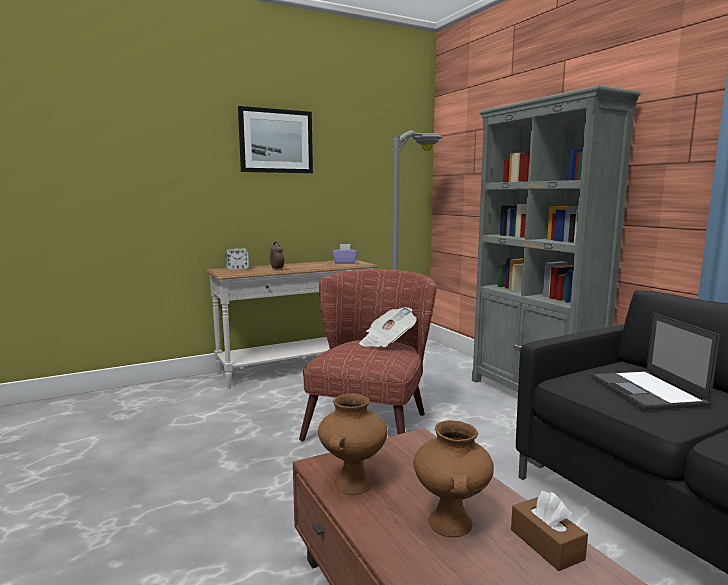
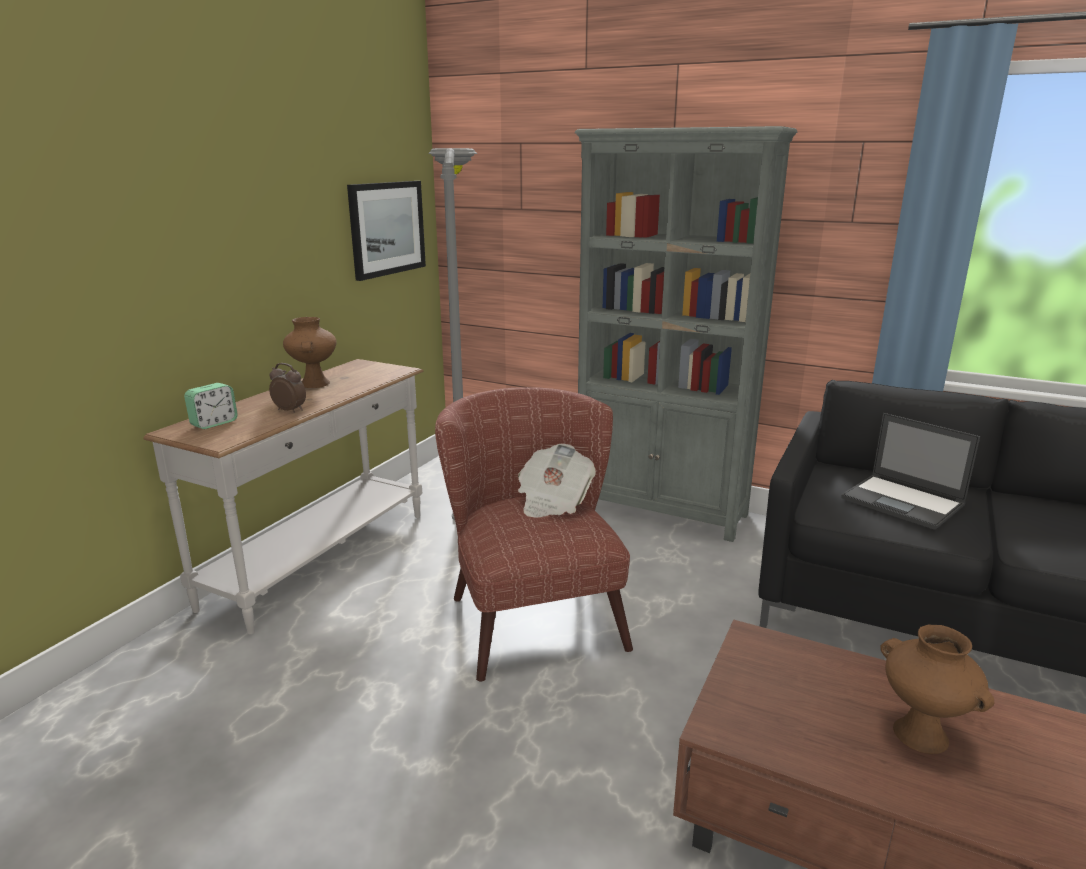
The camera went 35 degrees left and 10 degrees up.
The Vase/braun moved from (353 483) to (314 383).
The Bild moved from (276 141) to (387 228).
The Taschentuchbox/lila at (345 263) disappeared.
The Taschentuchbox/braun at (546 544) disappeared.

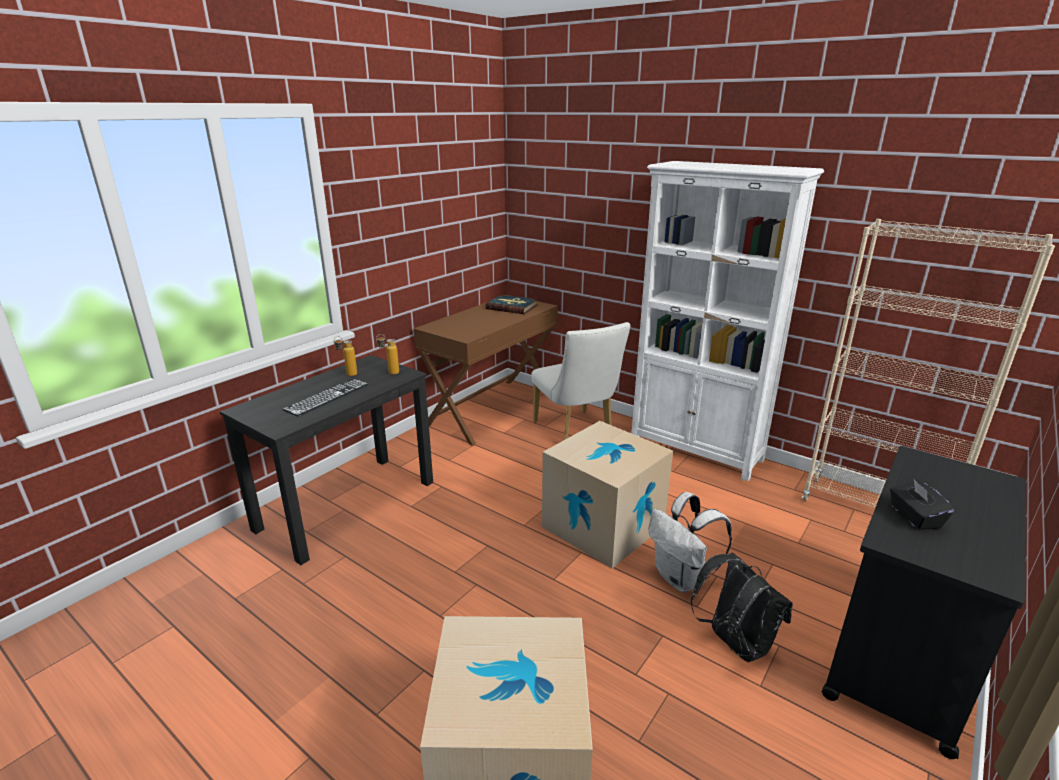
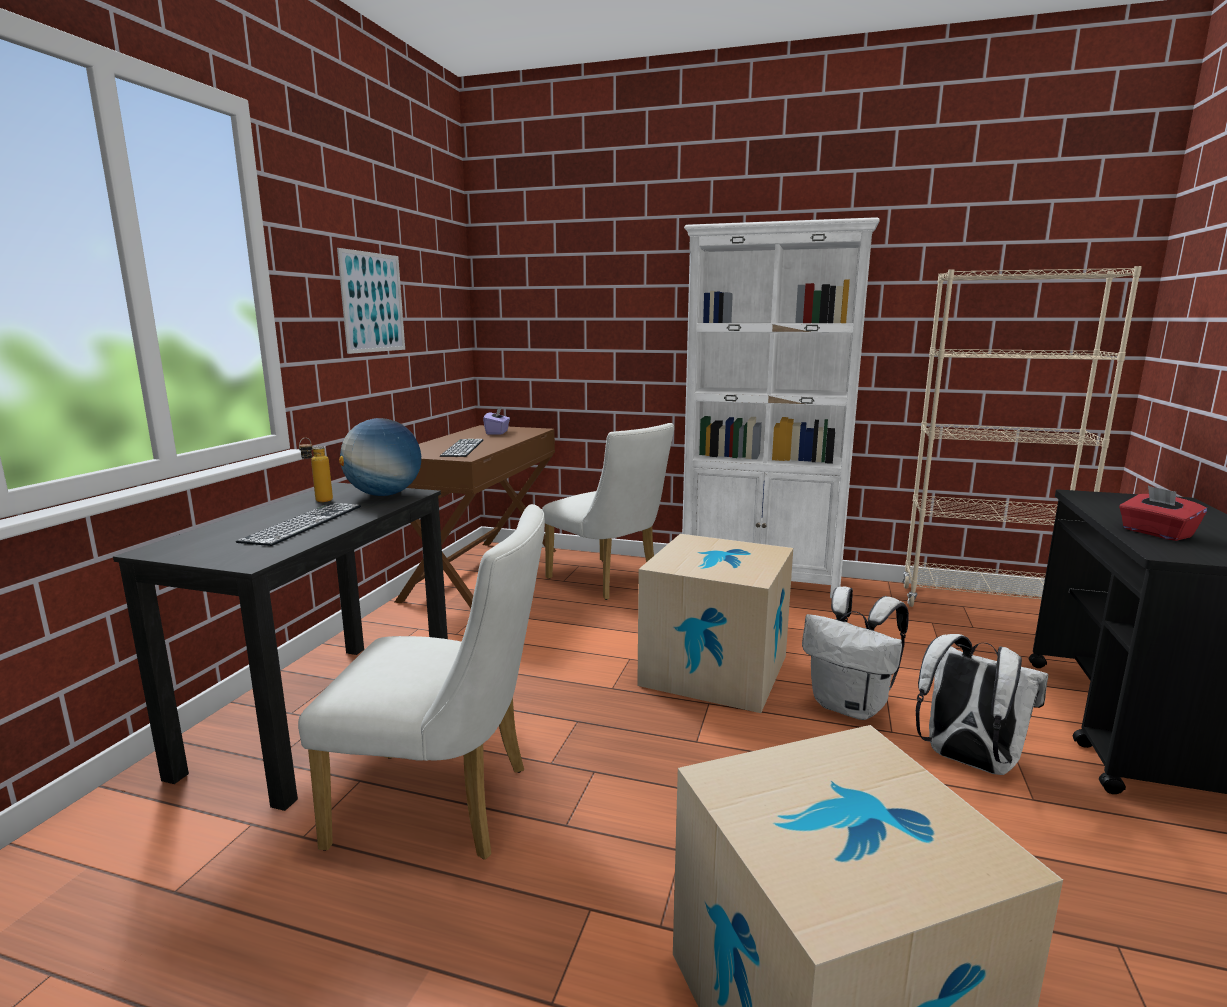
The camera went 20 degrees left and 10 degrees down.
The Stuhl/weiß at (446 806) appeared.
The Bild at (373 302) appeared.
The Flasche at (389 373) was replaced by the Globus at (384 494).
The Tastatur at (463 448) appeared.
The Buch at (512 307) was replaced by the Taschentuchbox/lila at (497 432).
The Rucksack/schwarz at (734 643) became the Rucksack/weiß at (966 761).
The Taschentuchbox/schwarz at (914 517) became the Taschentuchbox/rot at (1156 533).

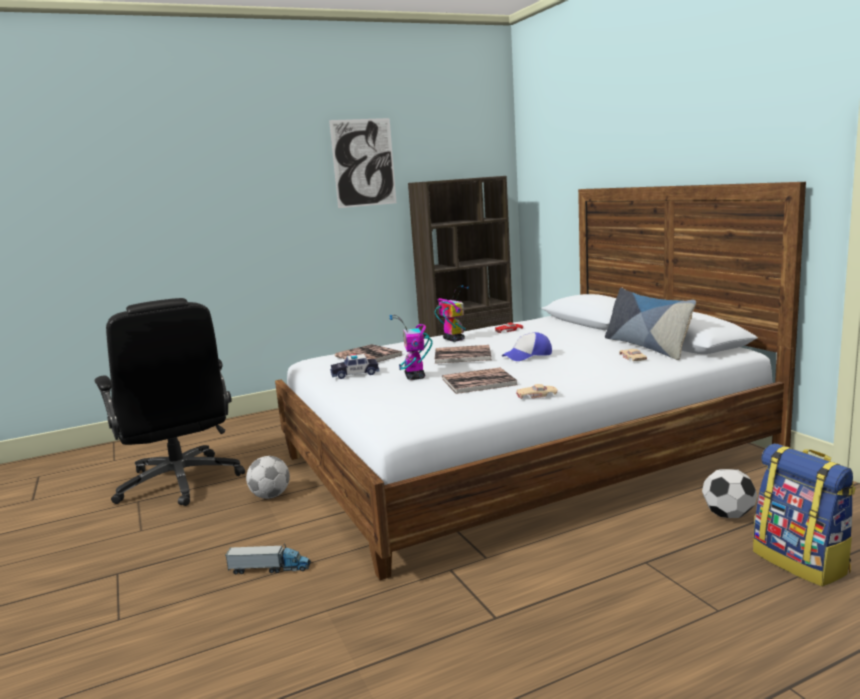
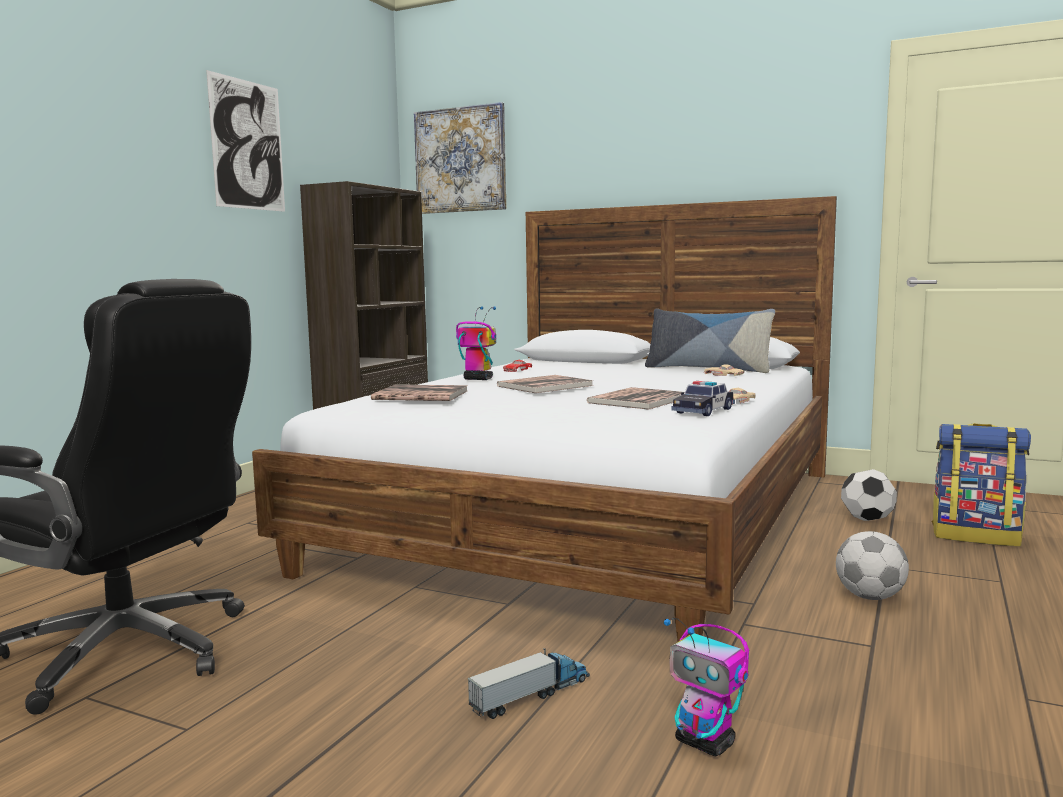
The camera went 40 degrees left and 5 degrees down.
The Bild at (460 160) appeared.
The Spielzeugroboter moved from (415 377) to (706 743).
The Spielzeugauto moved from (355 374) to (703 411).
The Fußball moved from (271 496) to (869 597).
The Kappe at (528 355) disappeared.

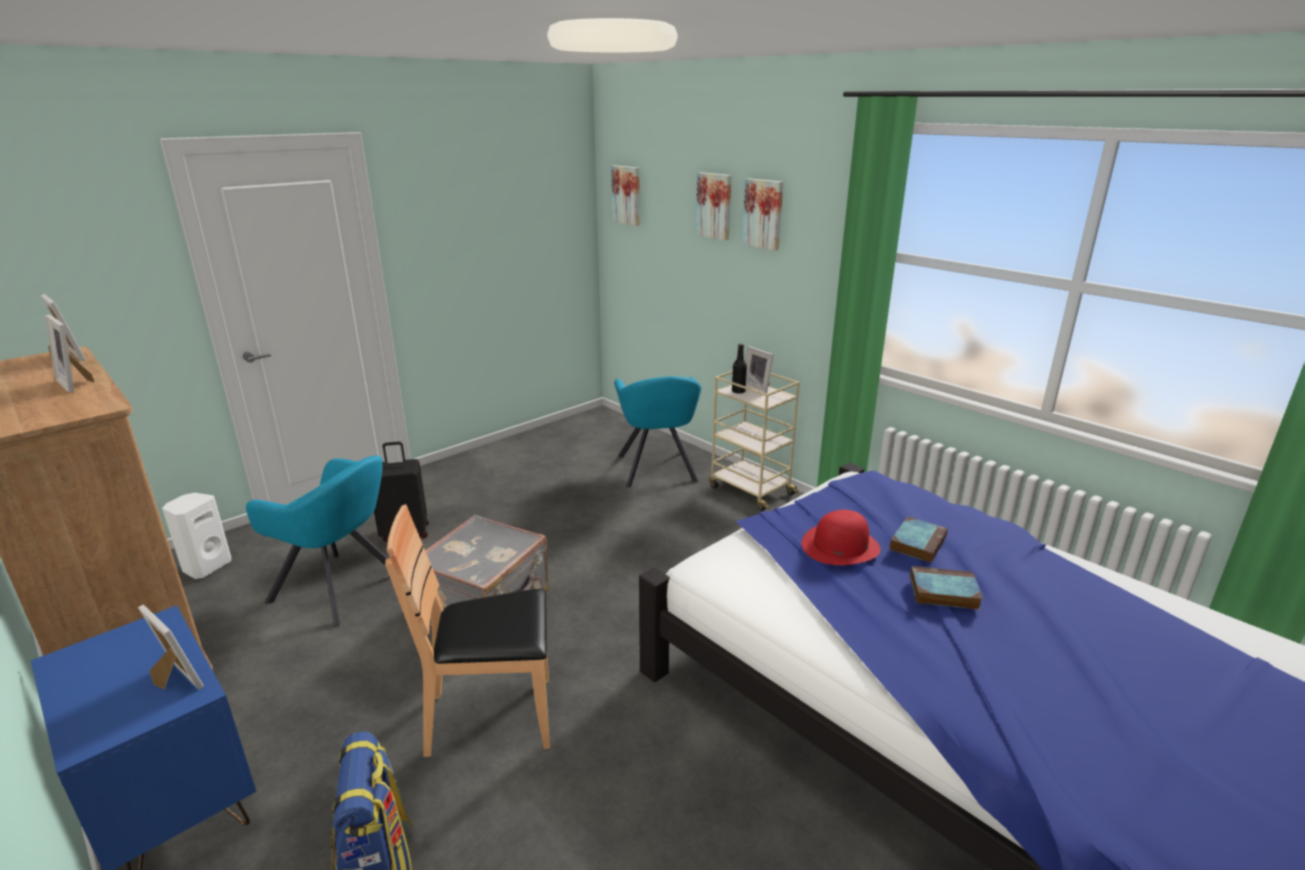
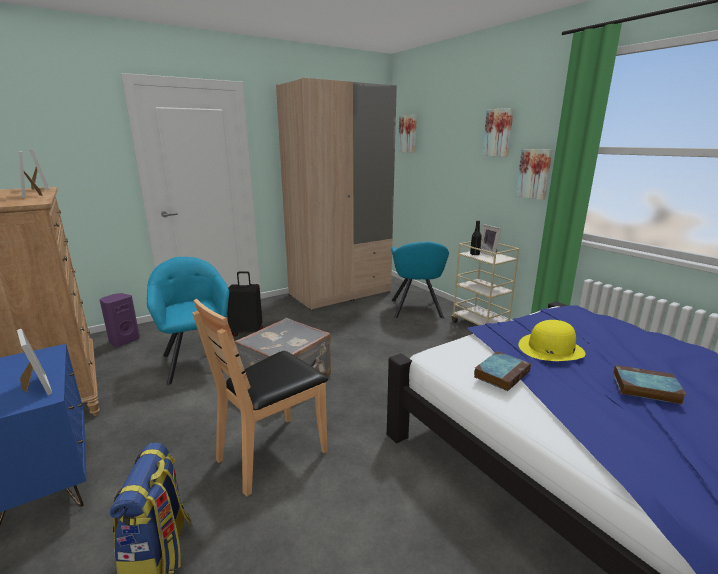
The camera went 10 degrees right and 5 degrees down.
The Lautsprecher/weiß at (206 566) became the Lautsprecher/lila at (124 341).
The Sessel/türkis at (341 588) turned 150 degrees counterclockwise.
The Stuhl/braun at (492 718) turned 45 degrees counterclockwise.
The Kleiderschrank/beige at (340 293) appeared.
The Buch moved from (917 543) to (501 373).
The Bild moved from (715 205) to (534 173).
The Hut/rot at (840 546) became the Hut/gelb at (550 348).

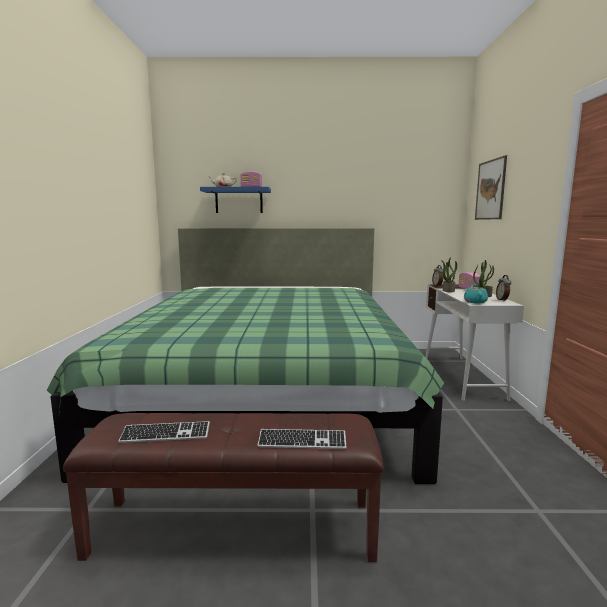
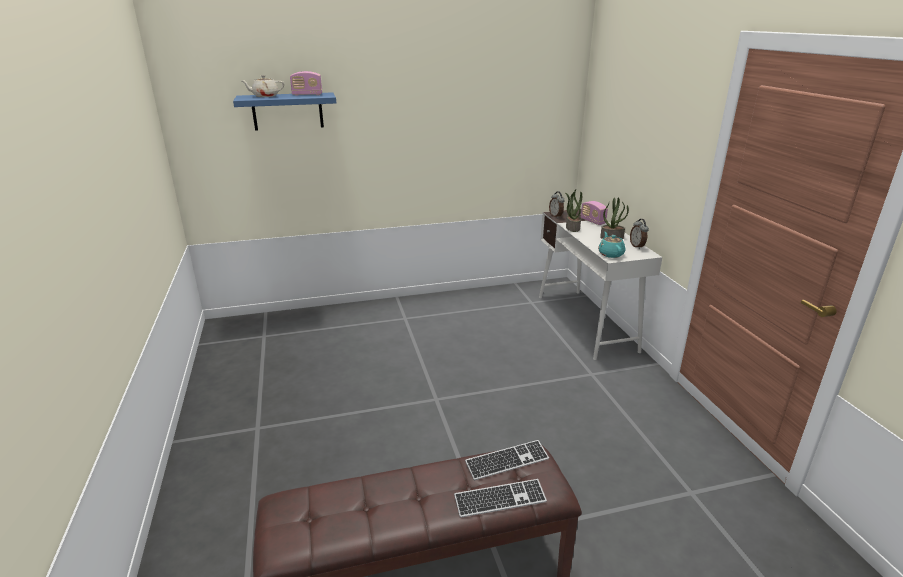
The camera went 15 degrees left and 15 degrees up.
The Tastatur moved from (165 434) to (507 461).
The Bett/grün at (266 394) disappeared.
The Bild at (490 190) disappeared.

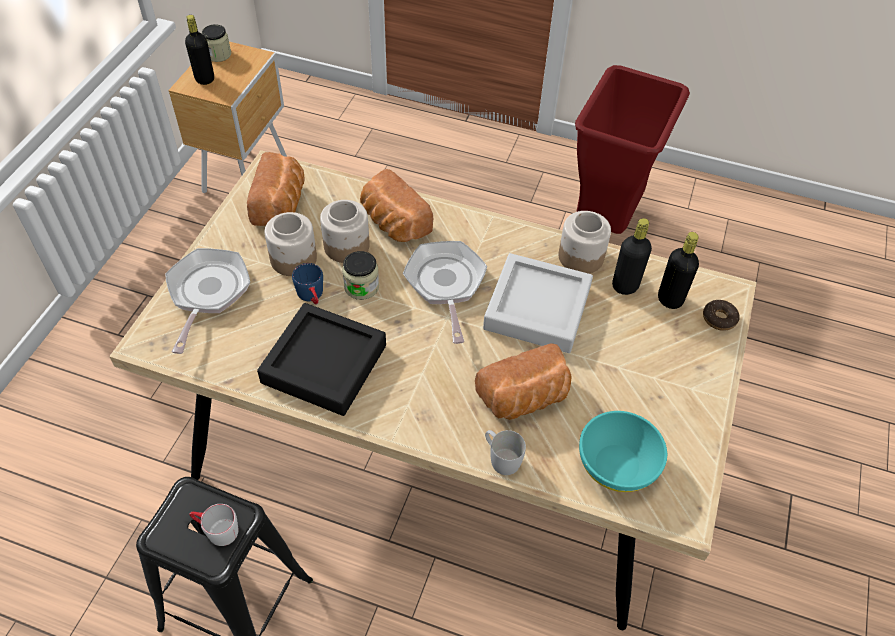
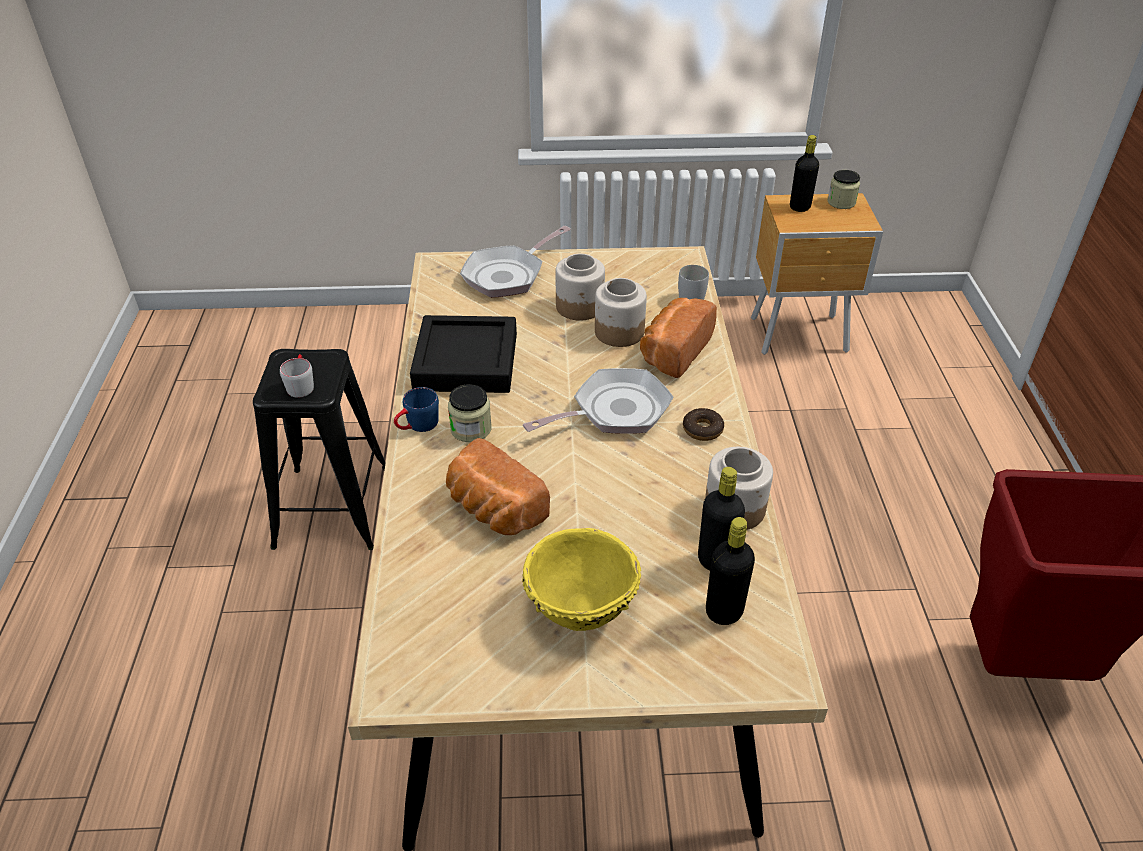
The camera went 70 degrees right and 10 degrees down.
The Henkelbecher/blau moved from (312 296) to (417 426).
The Vorratsglas moved from (361 287) to (471 429).
The Pfanne at (207 293) turned 150 degrees clockwise.
The Schüssel/gelb at (580 609) appeared.
The Henkelbecher/weiß moved from (501 458) to (693 296).
The Donut moved from (719 318) to (702 429).
The Brot at (281 204) disappeared.
The Tablett/grau at (537 308) disappeared.
The Schüssel/türkis at (617 465) disappeared.

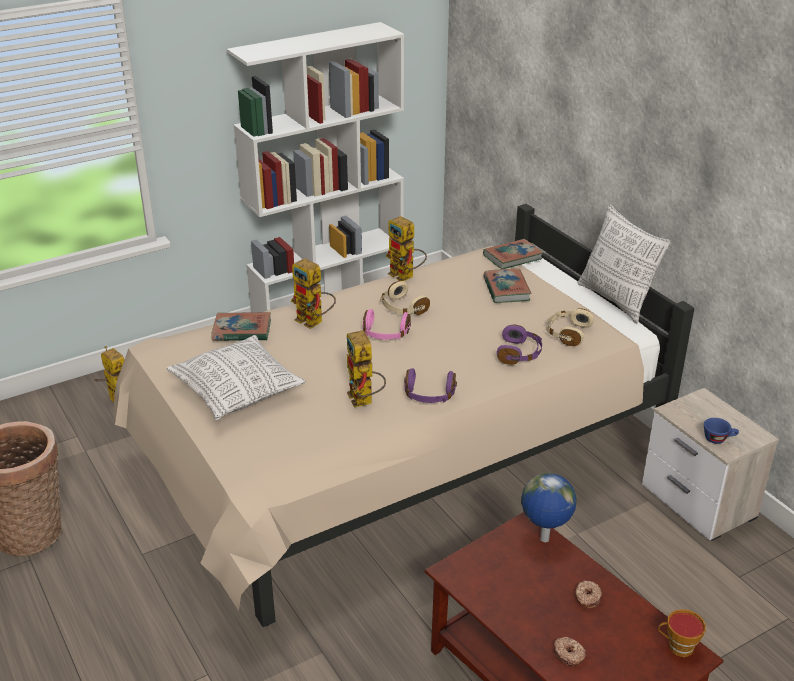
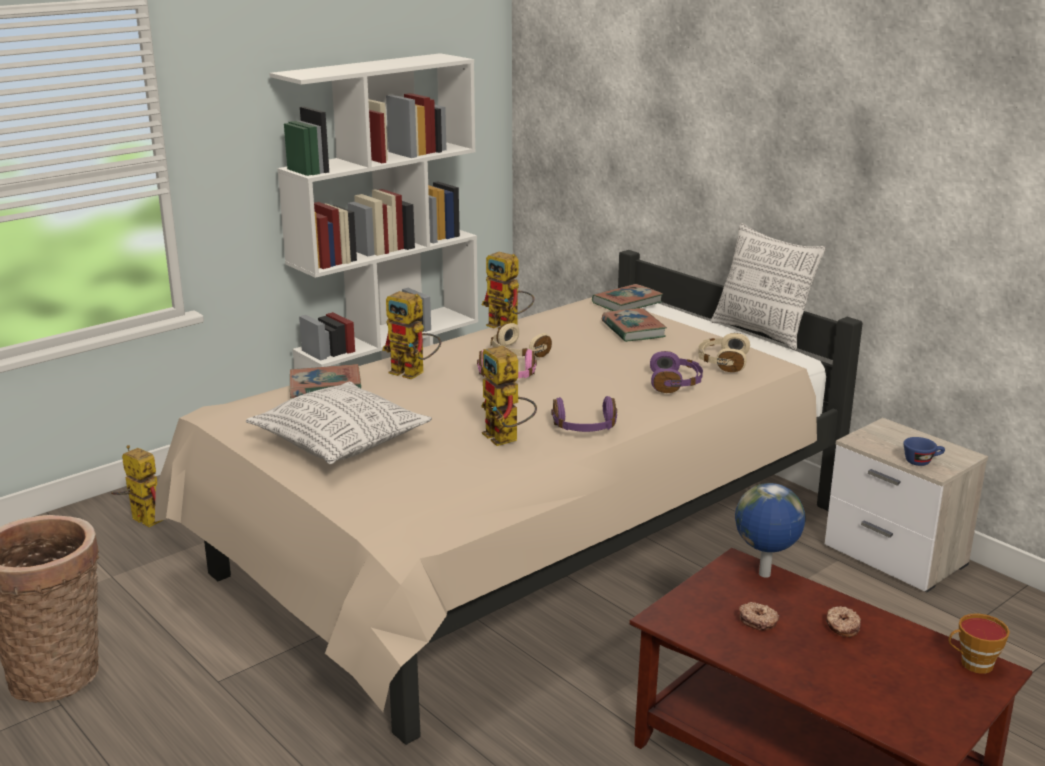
The camera went 10 degrees left and 10 degrees down.
The Donut moved from (569 654) to (758 621).

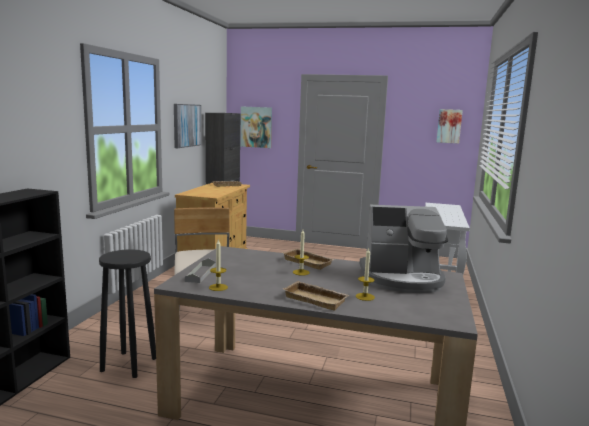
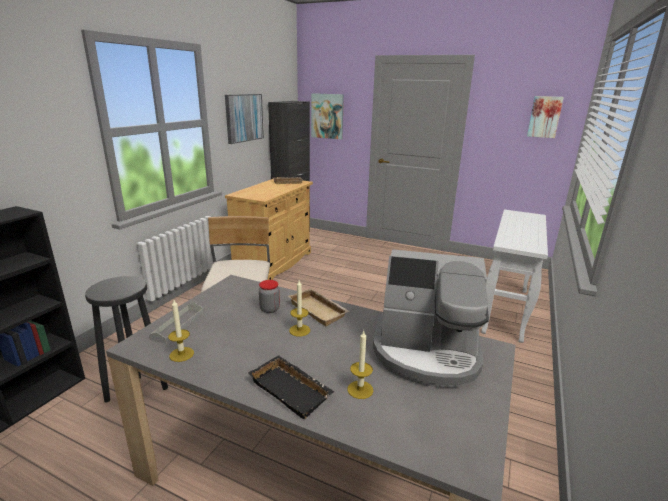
The camera went 10 degrees right and 10 degrees up.
The Tablett/beige at (317 299) became the Tablett/schwarz at (292 390).
The Vorratsglas at (269 309) appeared.

